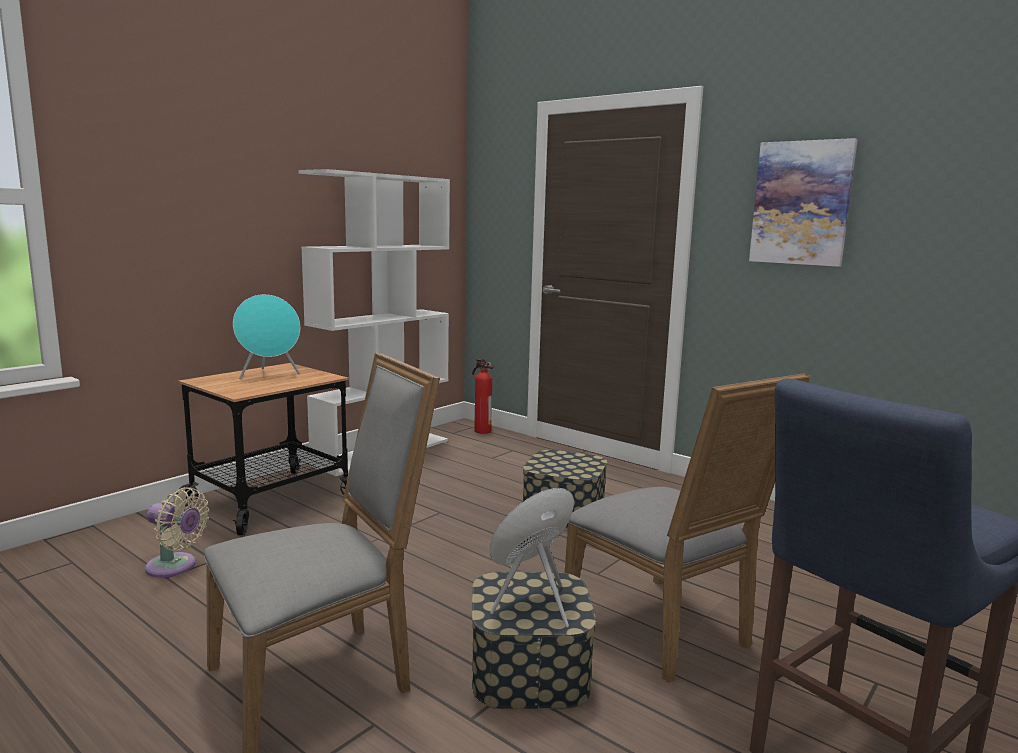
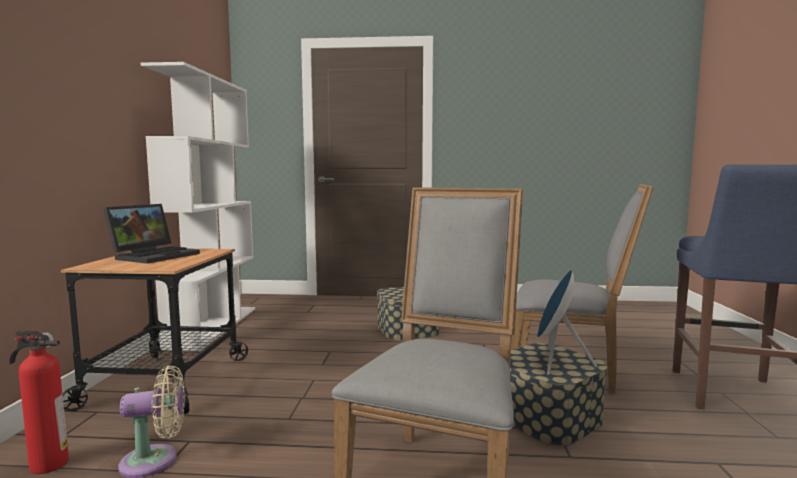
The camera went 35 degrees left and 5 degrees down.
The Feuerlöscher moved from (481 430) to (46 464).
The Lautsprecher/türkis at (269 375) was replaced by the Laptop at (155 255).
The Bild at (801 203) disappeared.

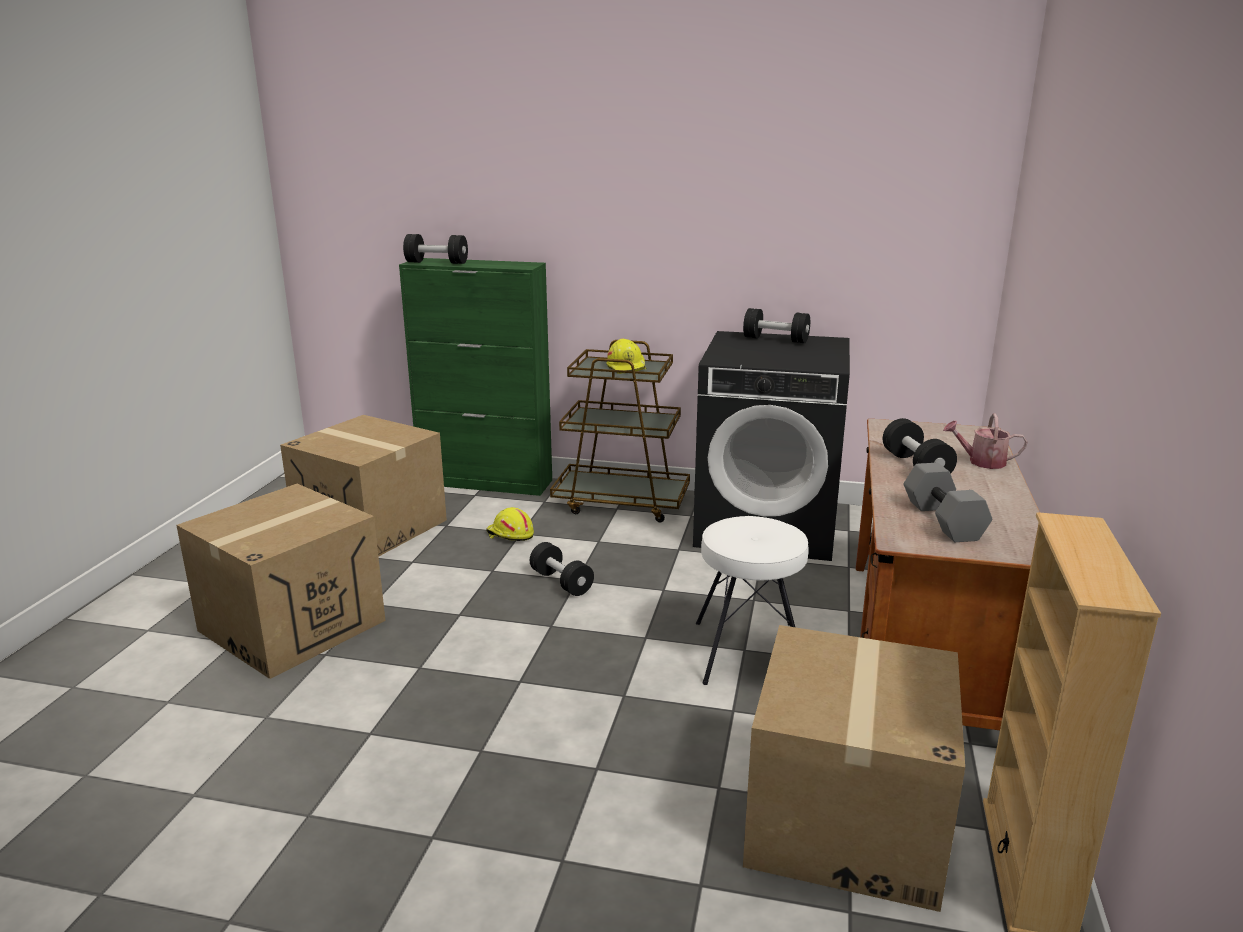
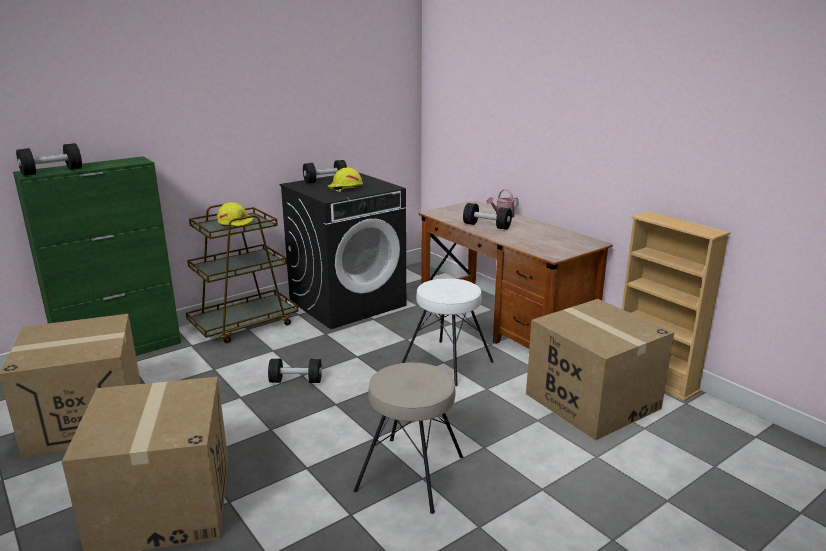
The camera went 50 degrees left and 0 degrees up.
The Schutzhelm/gelb moved from (510 535) to (345 188).
The Hocker/beige at (411 473) appeared.
The Hantel/grau at (941 520) disappeared.

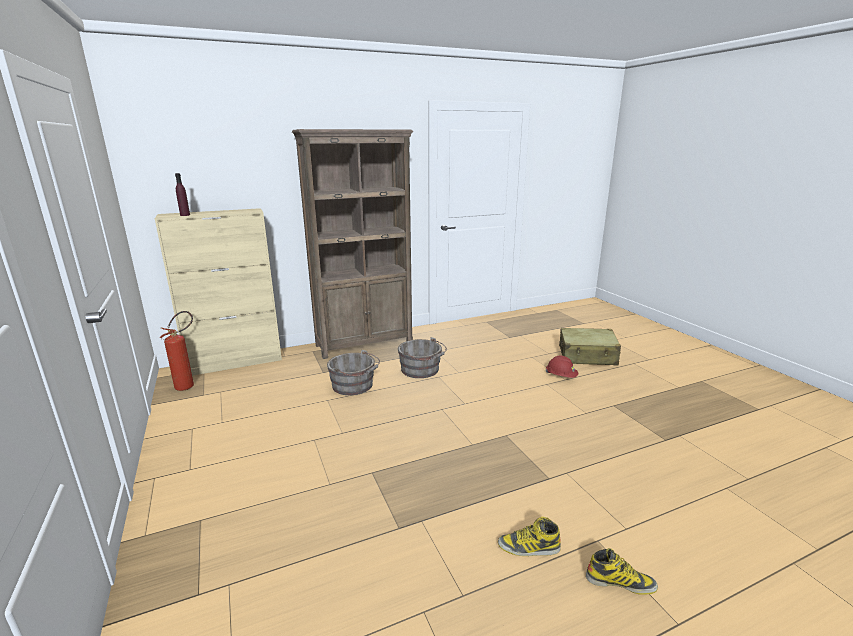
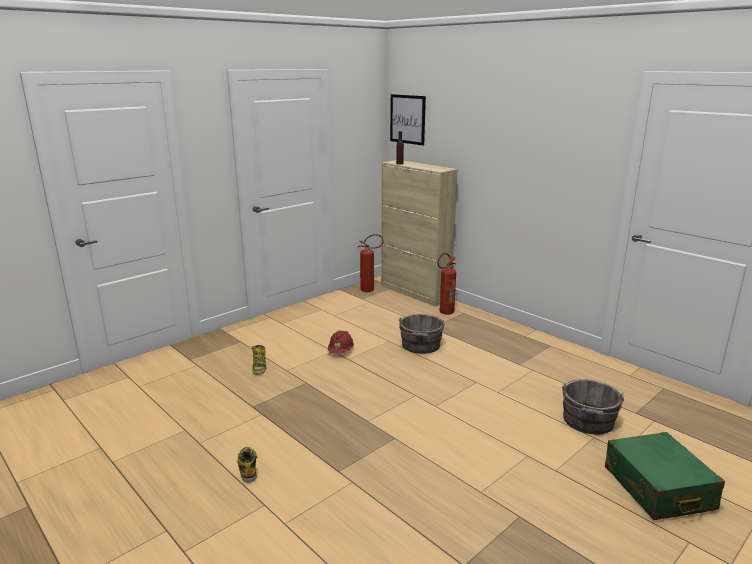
The camera went 70 degrees right and 0 degrees up.
The Stiefel moved from (620 582) to (259 366).
The Schutzhelm/rot moved from (561 376) to (341 351).
The Bild at (407 119) appeared.
The Feuerlöscher at (444 313) appeared.
The Eimer/grau moved from (422 370) to (588 422).
The Koffer/beige at (587 356) became the Koffer/grün at (657 488).
The Bücherregal/braun at (365 344) disappeared.

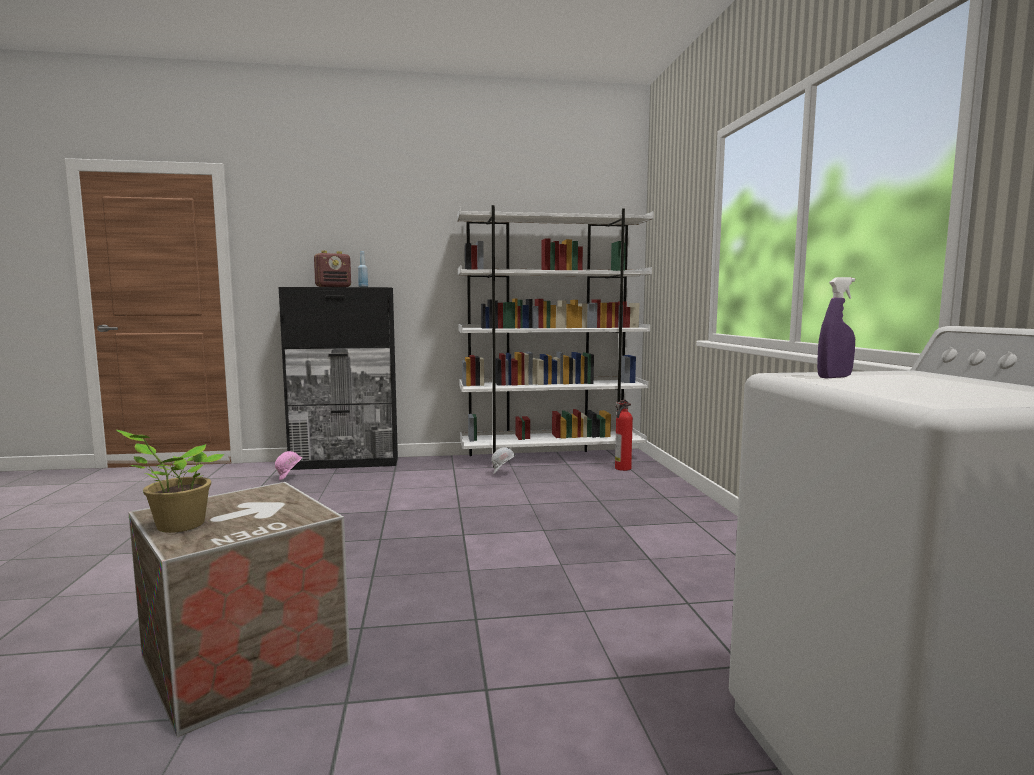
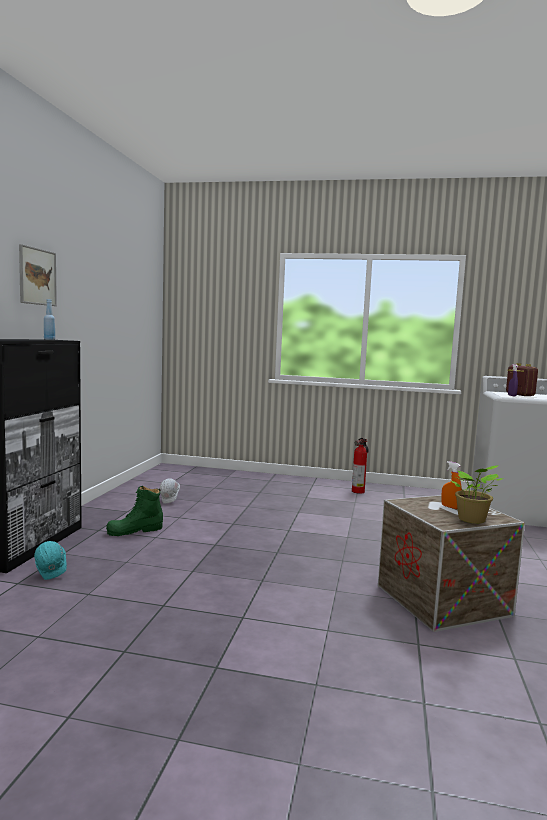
The camera went 70 degrees left and 0 degrees up.
The Bild at (37 276) appeared.
The Schutzhelm/rosa at (289 479) became the Schutzhelm/türkis at (51 574).
The Stiefel/grün at (135 530) appeared.
The Feuerlöscher moved from (622 468) to (358 491).
The Sprühflasche/orange at (450 507) appeared.
The Radio moved from (333 287) to (519 394).
The Bücherregal/weiß at (552 458) disappeared.

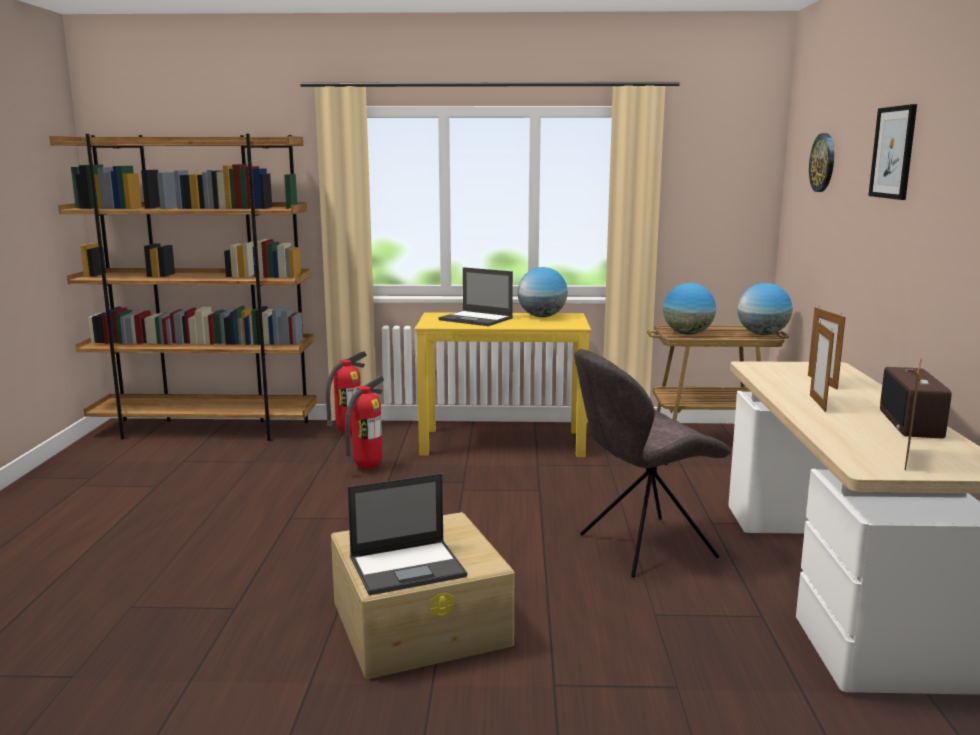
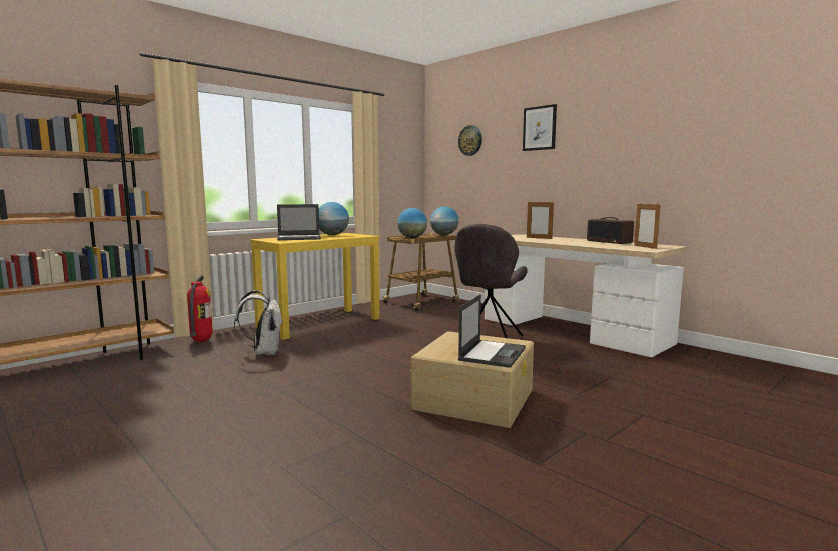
The camera went 45 degrees left and 5 degrees down.
The Feuerlöscher at (367 468) was replaced by the Rucksack/weiß at (264 353).
The Bilderrahmen at (817 403) disappeared.

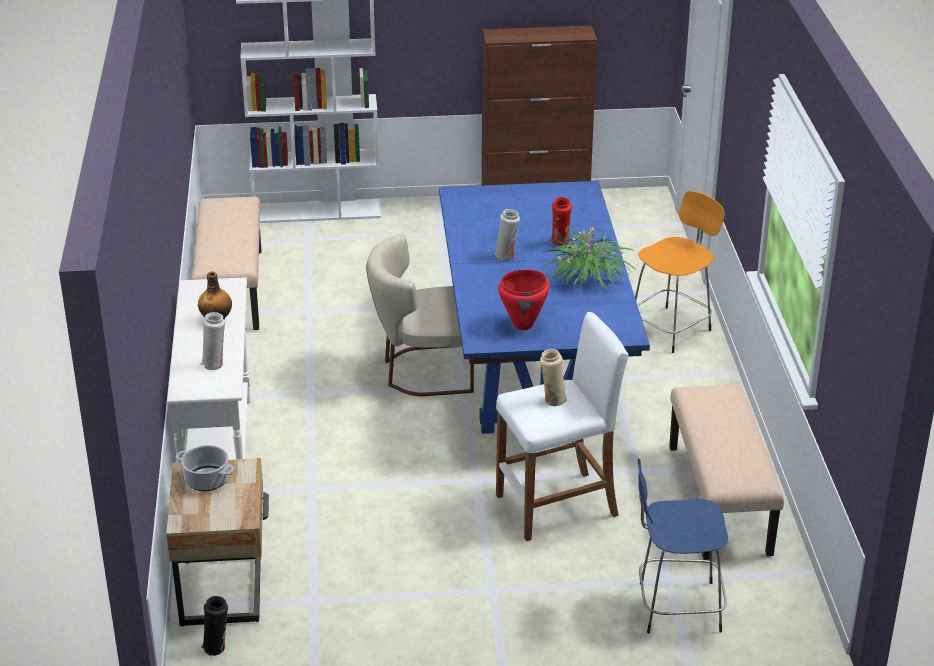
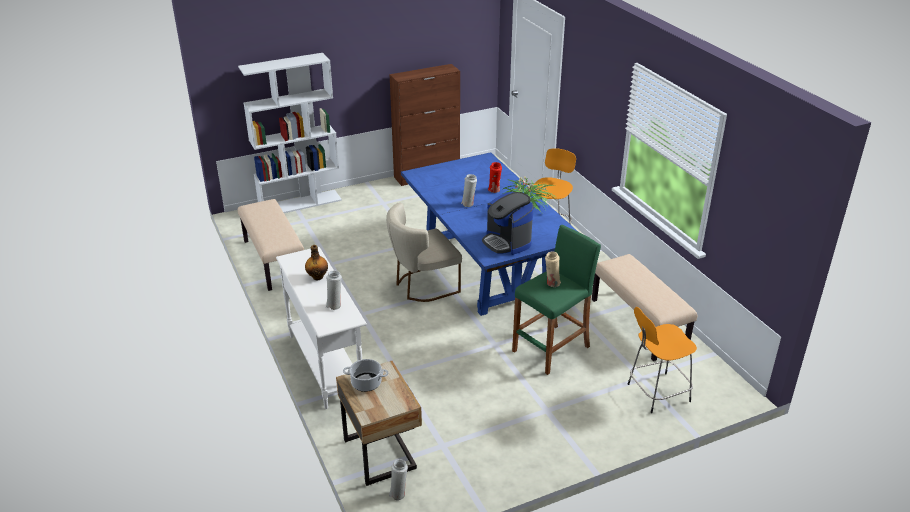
The camera went 20 degrees left and 0 degrees up.
The Vase/schwarz at (216 647) became the Vase/weiß at (398 493).
The Kochtopf/rot at (523 325) was replaced by the Kaffeemaschine at (507 242).
The Hocker/weiß at (557 506) became the Hocker/grün at (551 349).
The Hocker/blau at (676 607) became the Hocker/orange at (656 393).

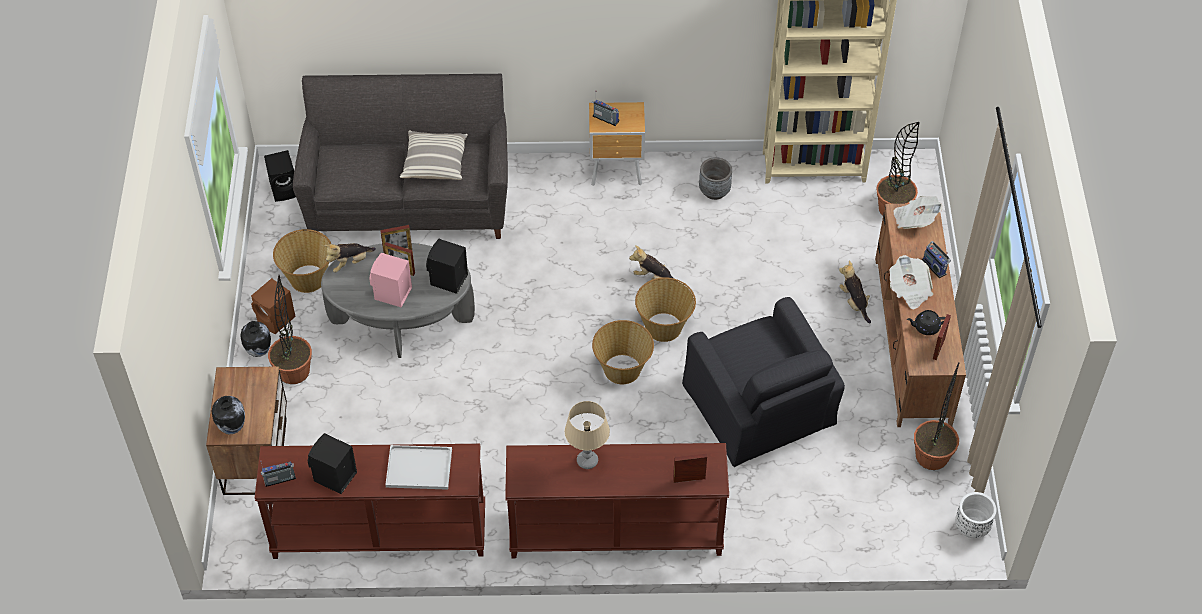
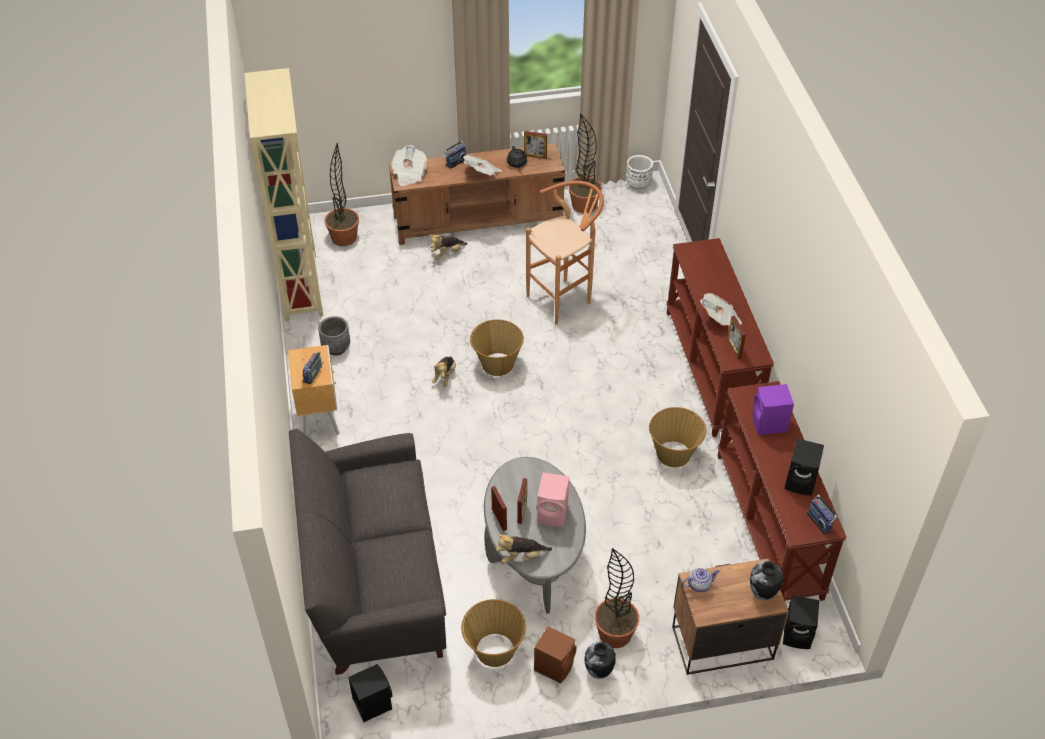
The camera went 100 degrees left and 5 degrees down.
The Plüschtier at (350 263) turned 120 degrees clockwise.
The Sessel/schwarz at (760 406) was replaced by the Hocker/braun at (564 298).
The Korb moved from (622 370) to (674 453).
The Teekanne at (699 584) appeared.
The Tischlampe/beige at (587 461) was replaced by the Zeitung at (720 319).
The Bilderrahmen moved from (689 479) to (734 349).
The Tablett/weiß at (417 469) was replaced by the Lautsprecher/lila at (769 424).
The Lautsprecher/schwarz moved from (448 280) to (798 634).
The Kissen at (435 163) disappeared.

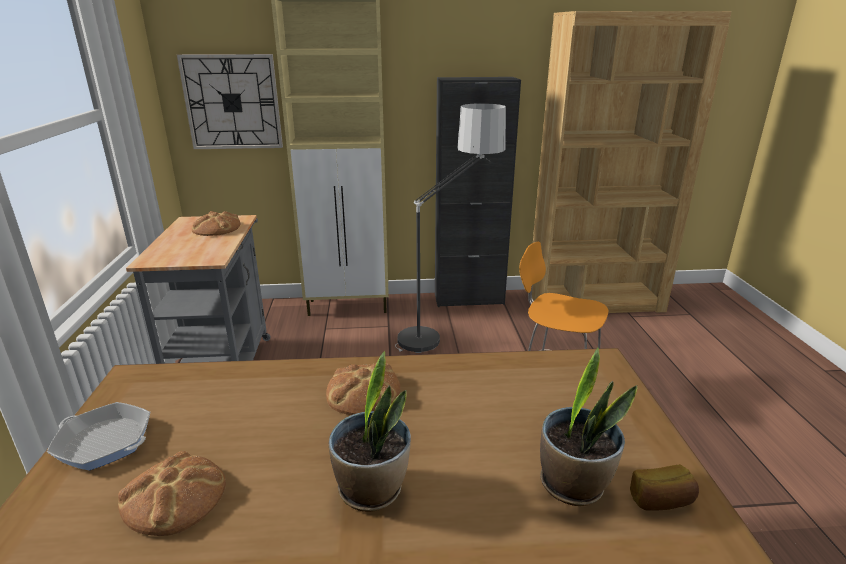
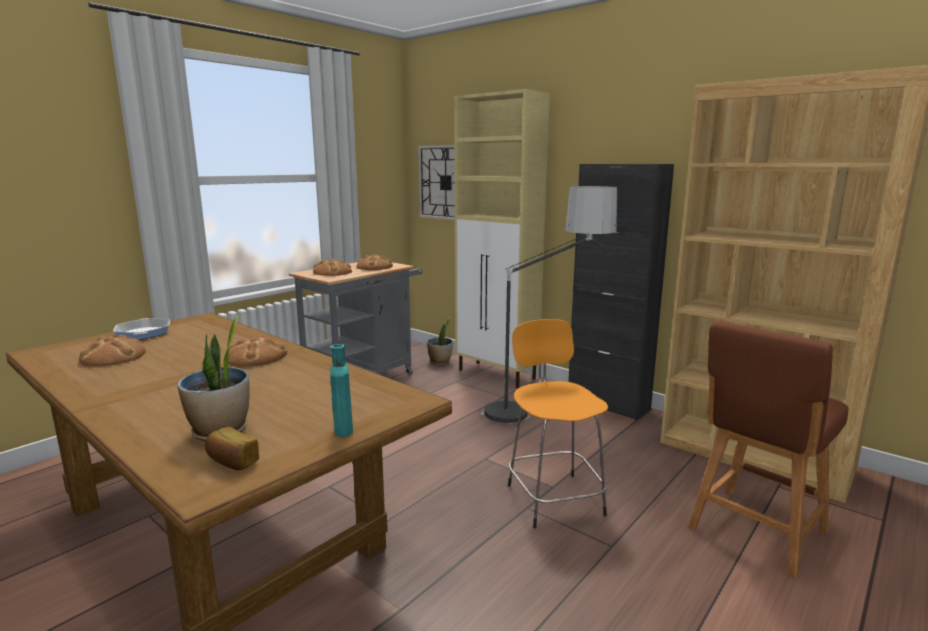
The camera went 45 degrees right and 10 degrees down.
The Brot at (333 272) appeared.
The Flasche/türkis at (343 428) appeared.
The Topfpflanze moved from (372 490) to (440 362).
The Hocker/braun at (754 532) appeared.

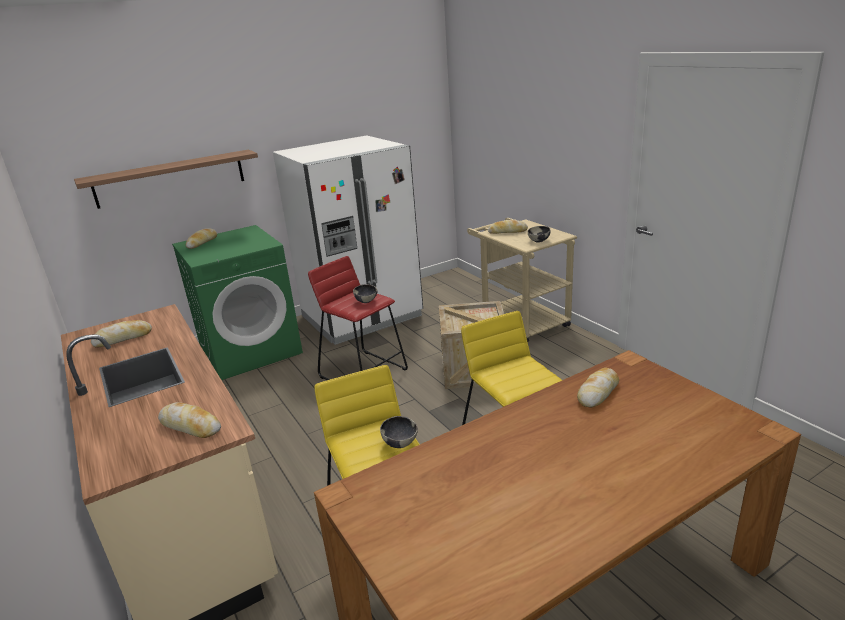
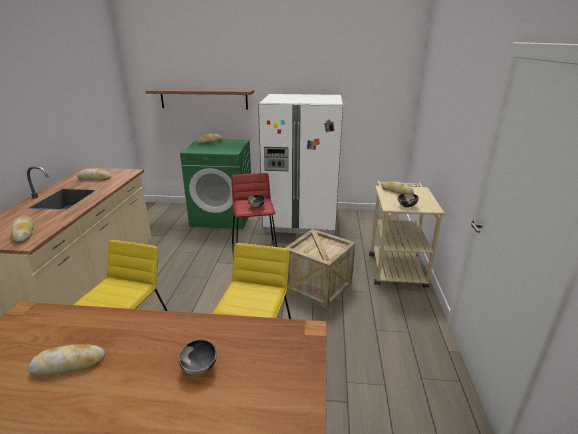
The camera went 35 degrees right and 0 degrees up.
The Brot moved from (598 392) to (69 364).
The Schüssel moved from (400 443) to (199 368).

